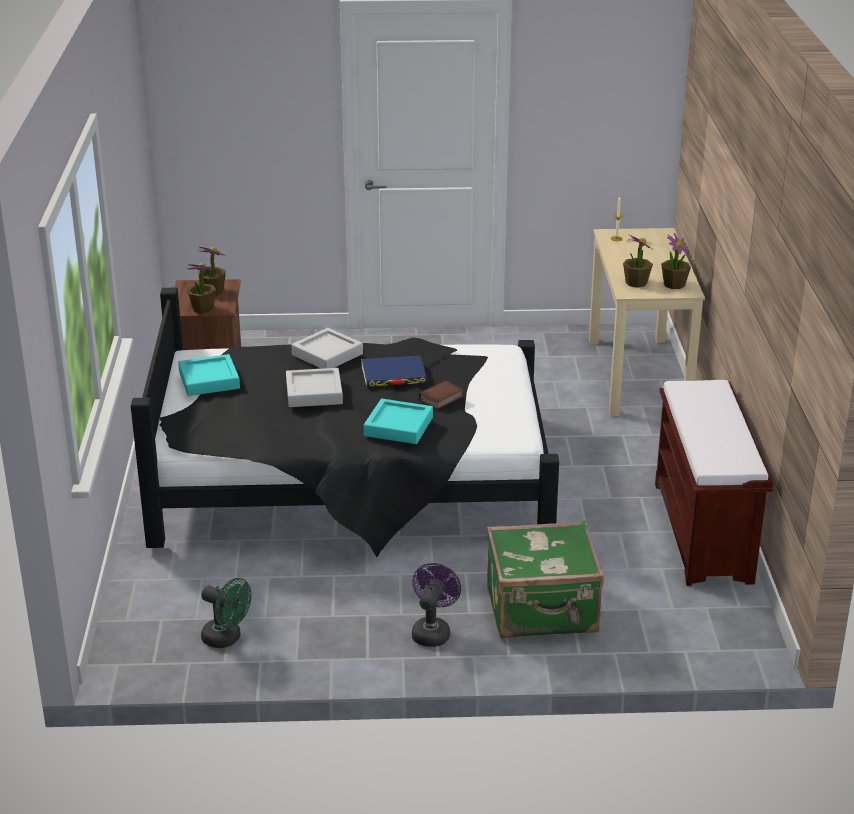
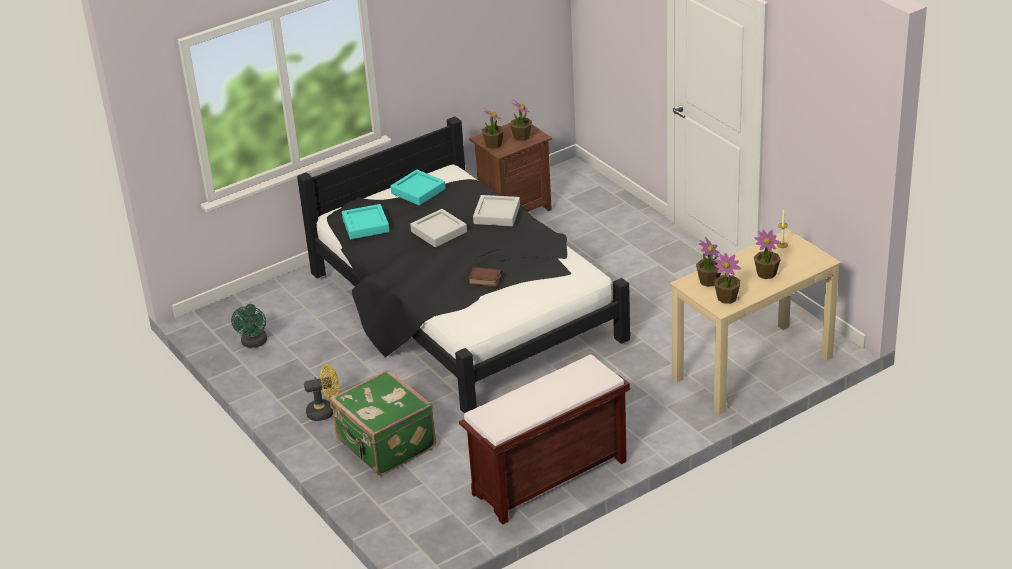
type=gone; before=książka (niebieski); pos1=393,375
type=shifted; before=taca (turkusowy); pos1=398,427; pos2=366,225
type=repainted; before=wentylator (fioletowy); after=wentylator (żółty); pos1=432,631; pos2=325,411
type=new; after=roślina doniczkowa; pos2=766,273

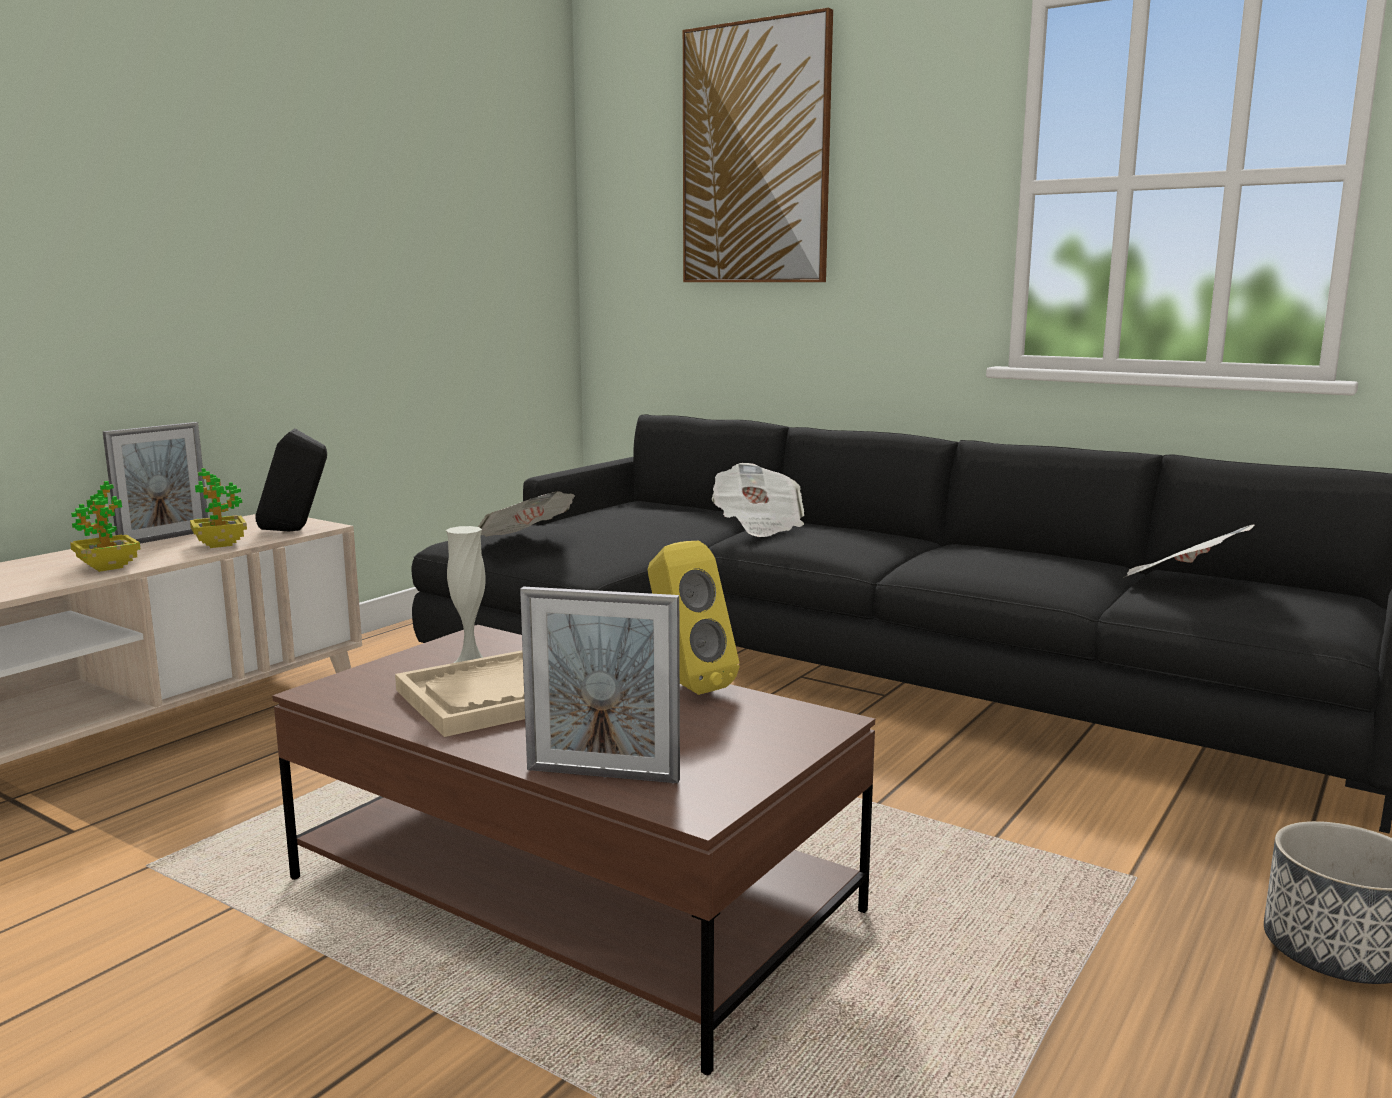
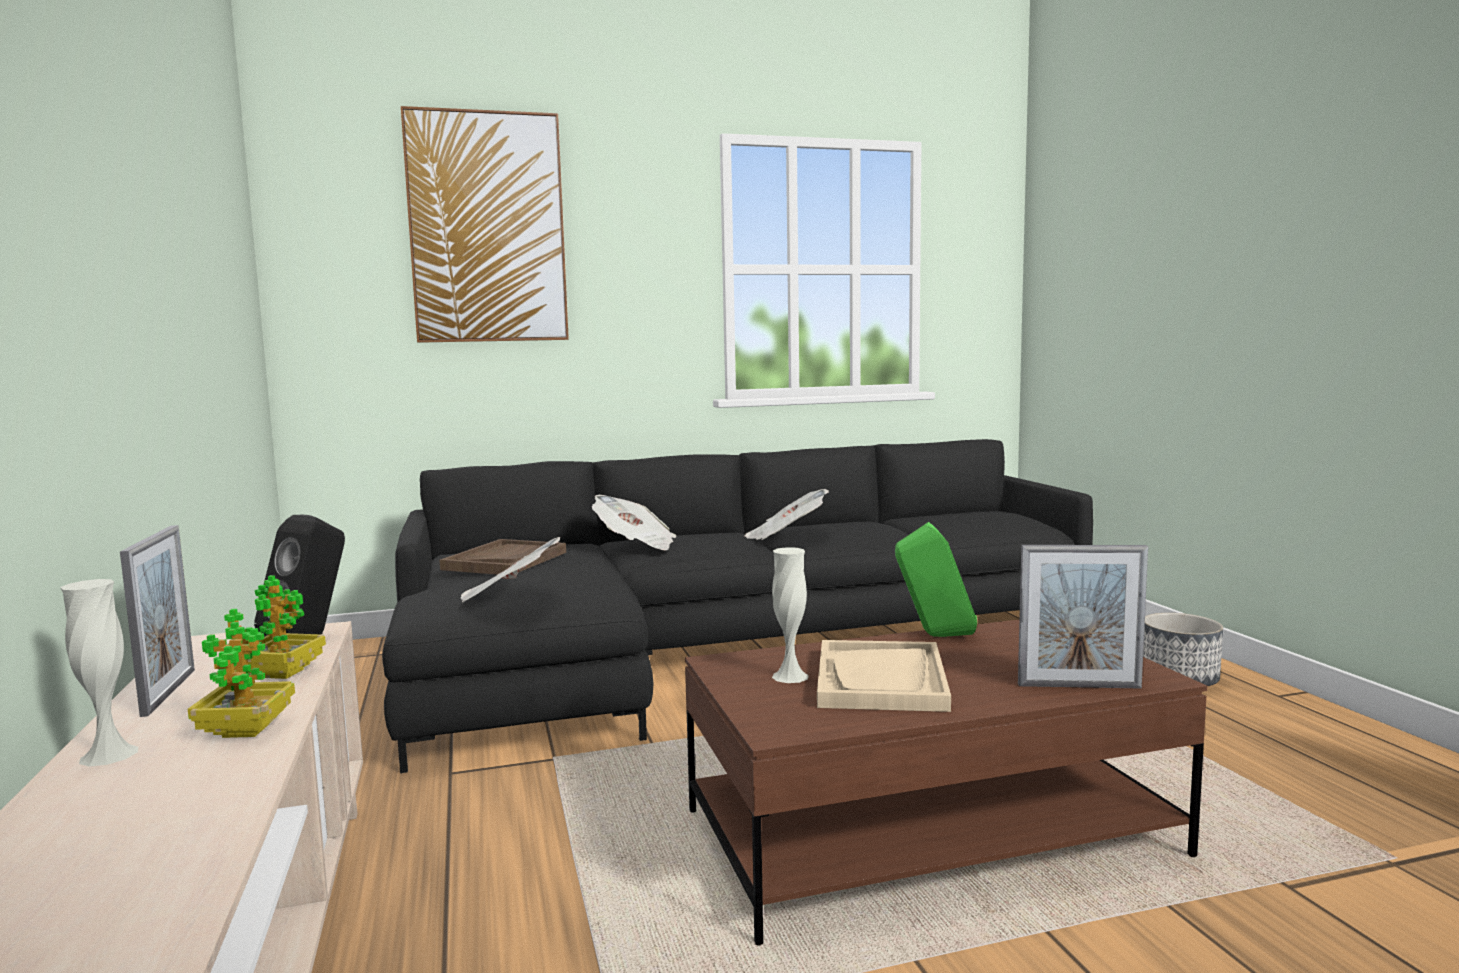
type=rotated; before=ramka na zdjęcie; pos1=602,775; pos2=1079,686; turn=45
type=repainted; before=głośnik (żółty); after=głośnik (zielony); pos1=686,685; pos2=935,636
type=shifted; before=gazeta; pos1=1179,584; pos2=785,537
type=new; after=wazon (biały); pos2=109,755
type=new; after=taca (brązowy); pos2=505,561

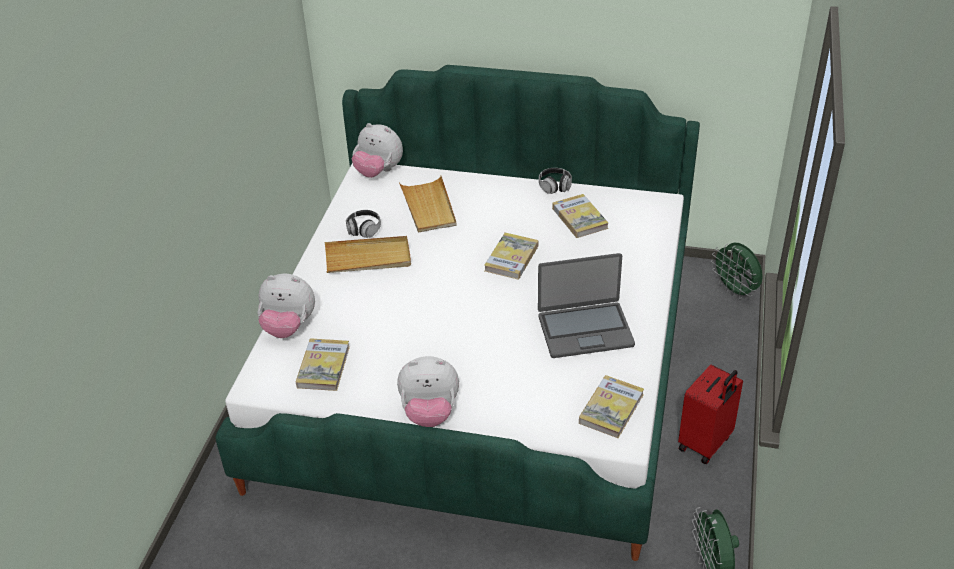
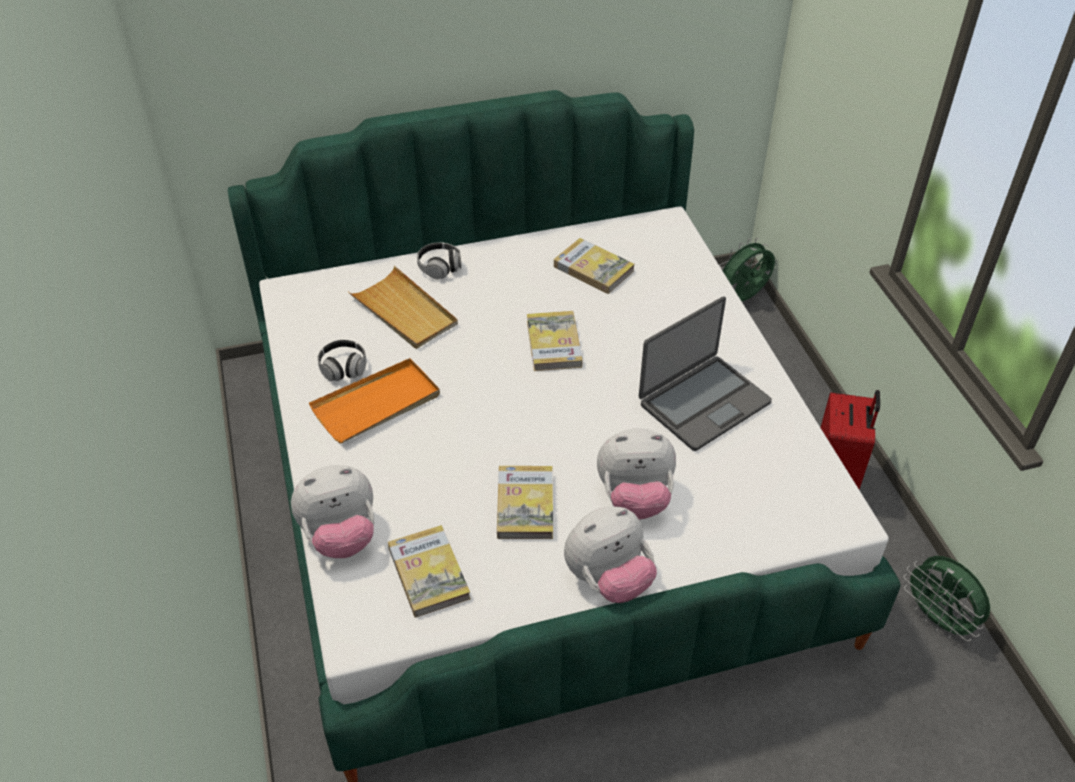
type=repainted; before=taca (beżowy); after=taca (pomarańczowy); pos1=368,258; pos2=377,404
type=shifted; before=pluszak; pos1=378,171; pos2=635,498
type=shifted; before=słuchawki; pos1=555,186; pos2=439,268
type=shifted; before=książka; pos1=611,409; pos2=525,505
type=rotated; before=wentylator (zielony); pos1=735,291; pos2=742,299; turn=120

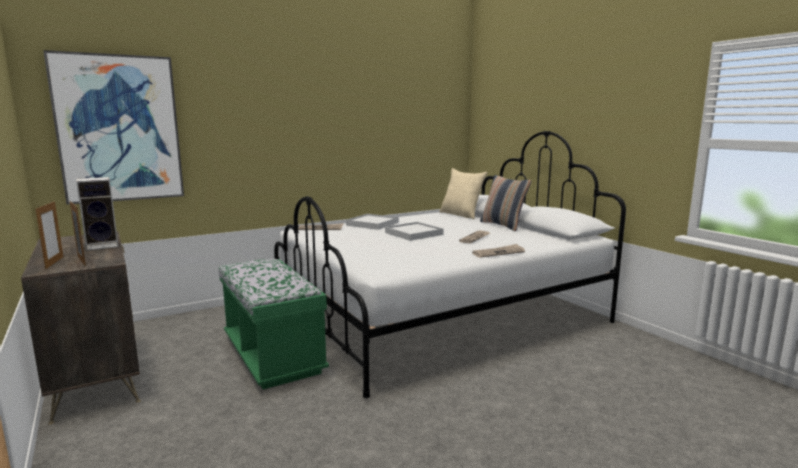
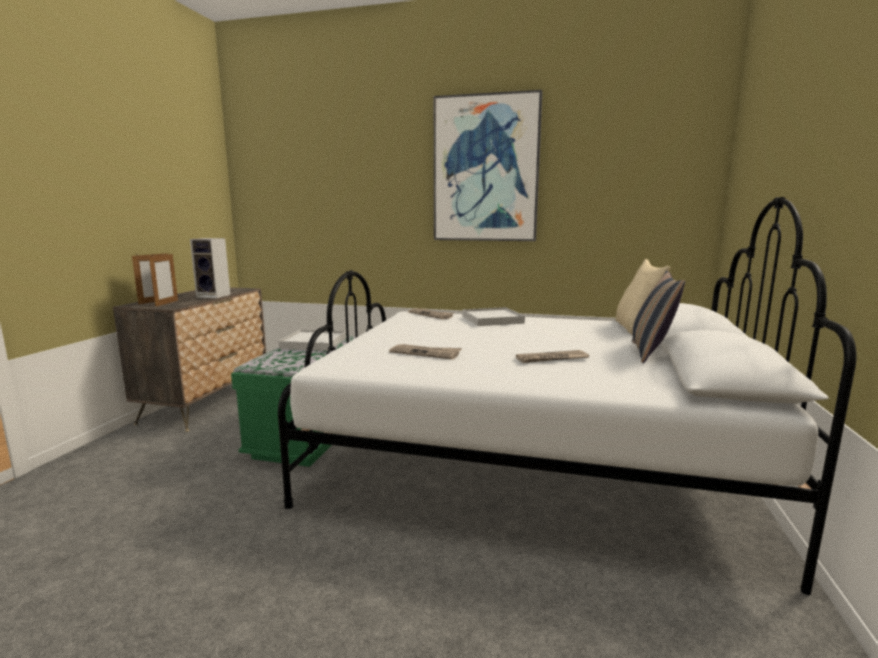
type=shifted; before=obraz; pos1=119,129; pos2=486,169
type=shifted; before=taca (biały); pos1=414,234; pos2=314,343
type=shifted; before=gazeta; pos1=498,253; pos2=426,353

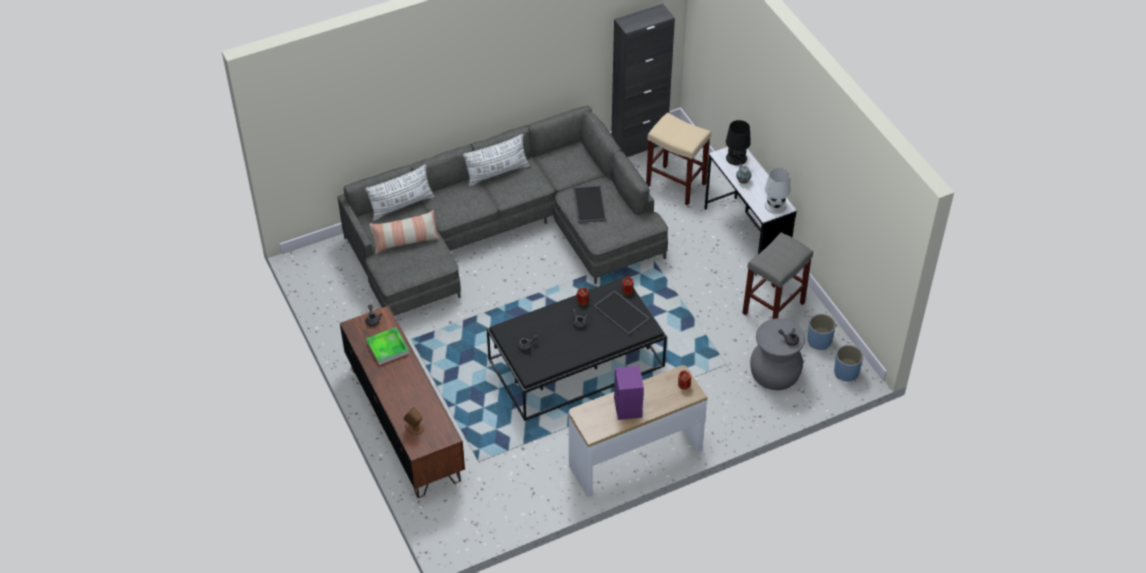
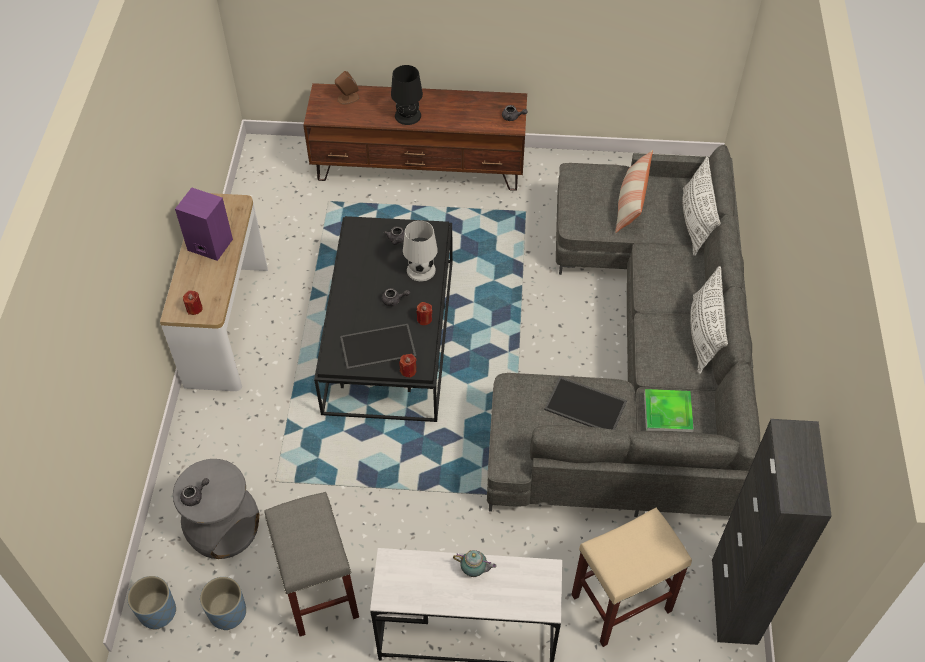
type=shifted; before=taca; pos1=387,348; pos2=667,413
type=shifted; before=lampa stołowa (czarny); pos1=736,158; pos2=407,115
type=shifted; before=lampa stołowa (biały); pos1=775,206; pos2=421,270

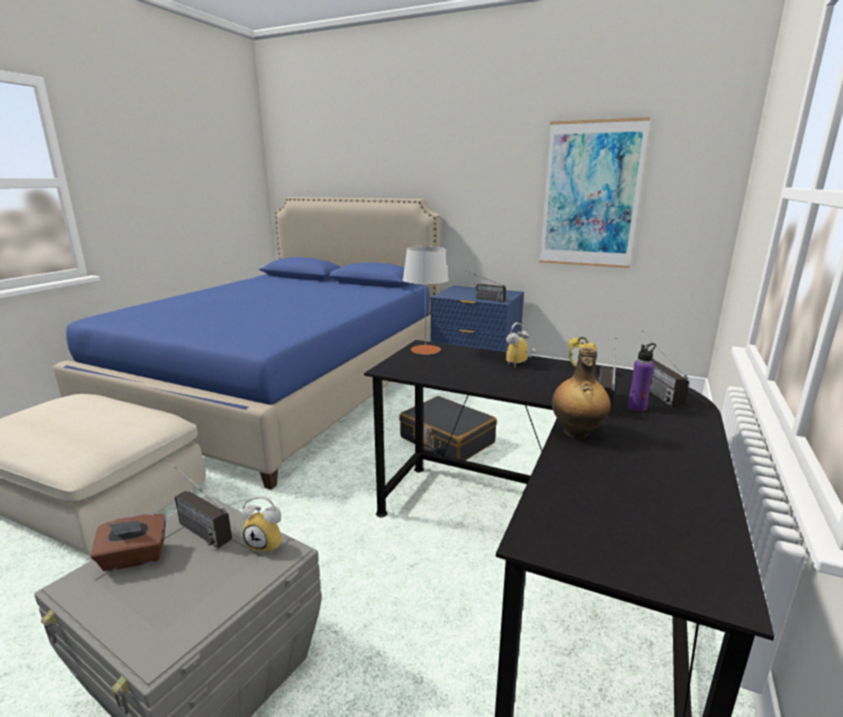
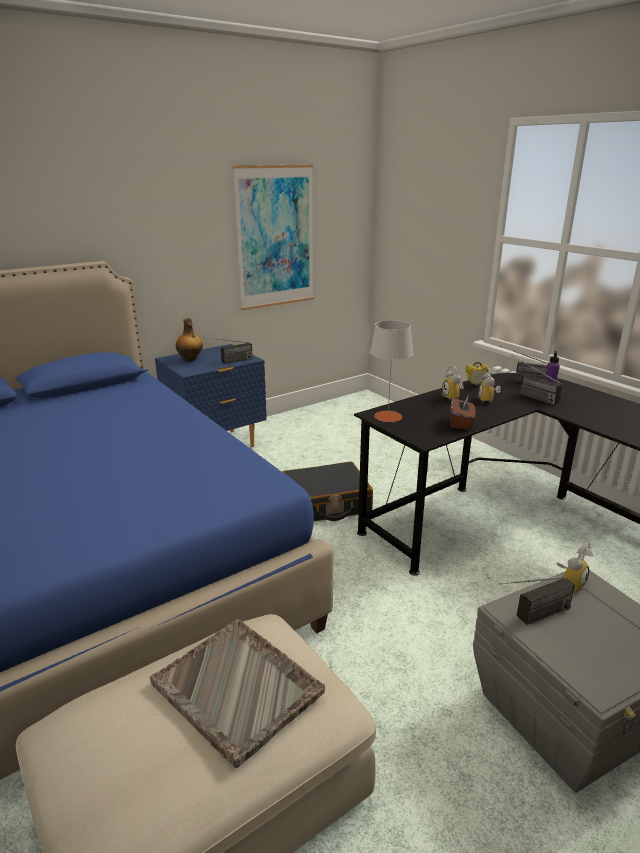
type=shifted; before=pudełko chusteczek (brązowy); pos1=134,558; pos2=461,423
type=shifted; before=butelka; pos1=576,432; pos2=190,360
type=new; after=taca (szary); pos2=238,689
type=new; after=budzik; pos2=488,401

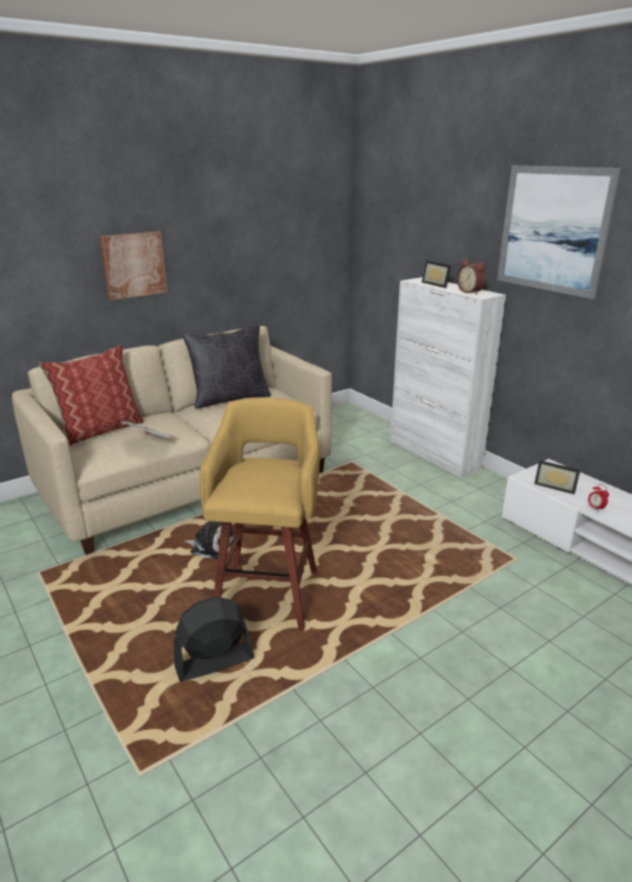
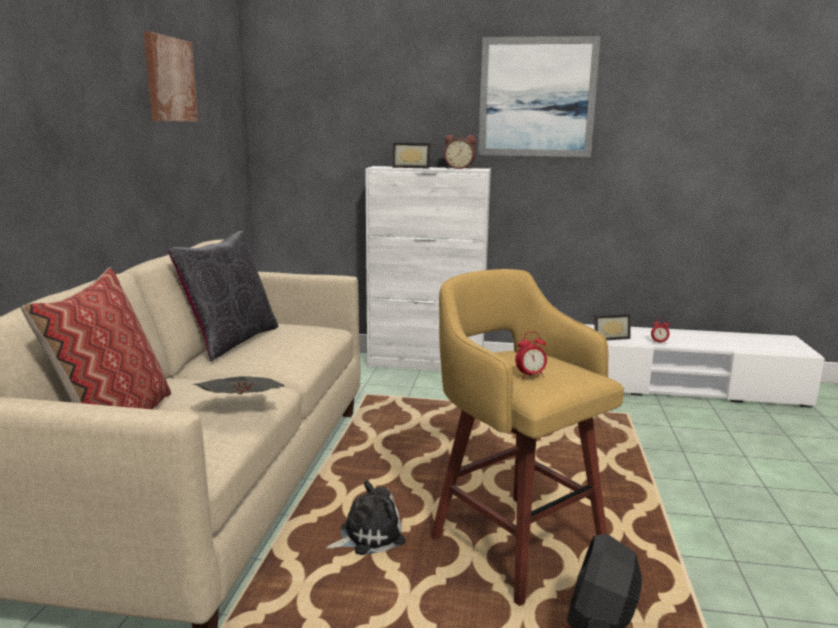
type=shifted; before=obraz; pos1=133,265; pos2=169,79
type=new; after=budzik; pos2=530,376

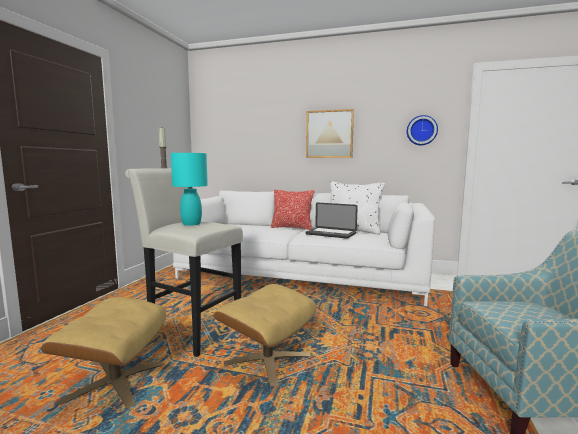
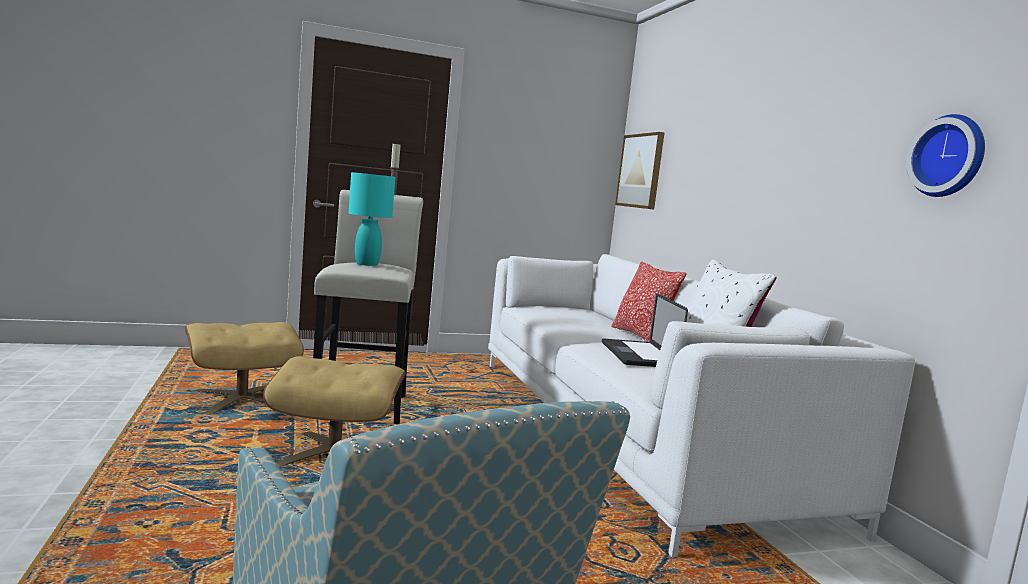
type=shifted; before=obraz; pos1=329,134; pos2=640,171

